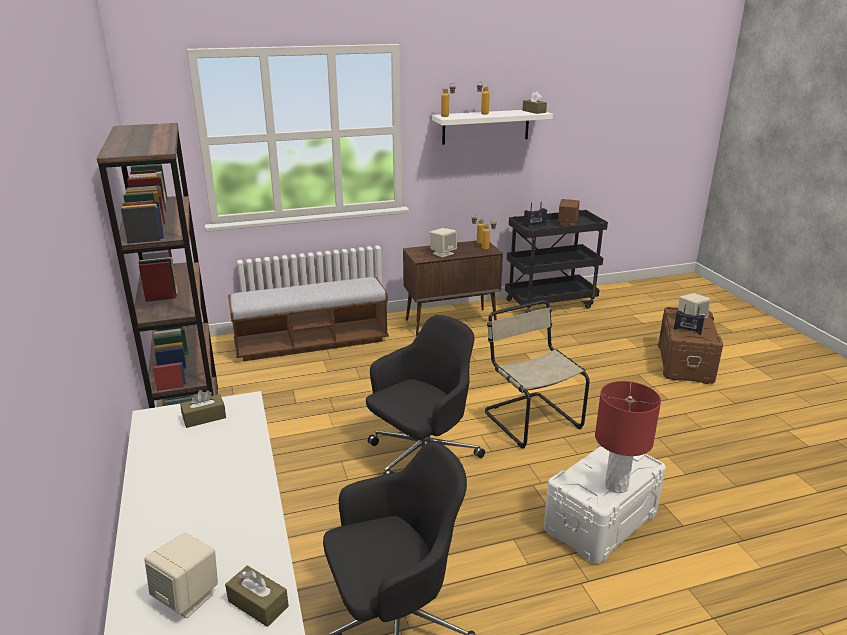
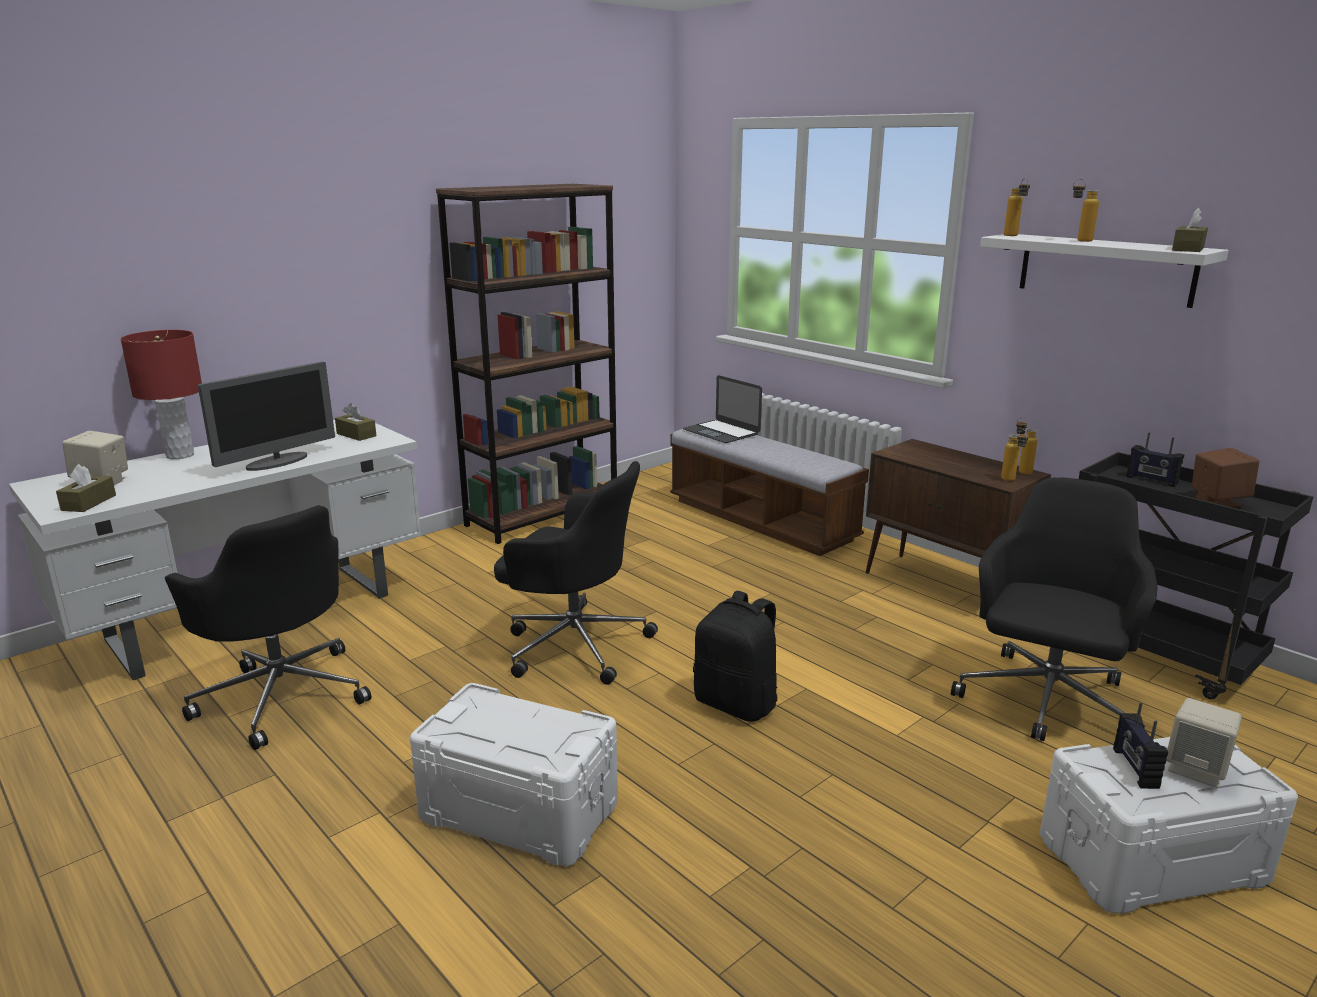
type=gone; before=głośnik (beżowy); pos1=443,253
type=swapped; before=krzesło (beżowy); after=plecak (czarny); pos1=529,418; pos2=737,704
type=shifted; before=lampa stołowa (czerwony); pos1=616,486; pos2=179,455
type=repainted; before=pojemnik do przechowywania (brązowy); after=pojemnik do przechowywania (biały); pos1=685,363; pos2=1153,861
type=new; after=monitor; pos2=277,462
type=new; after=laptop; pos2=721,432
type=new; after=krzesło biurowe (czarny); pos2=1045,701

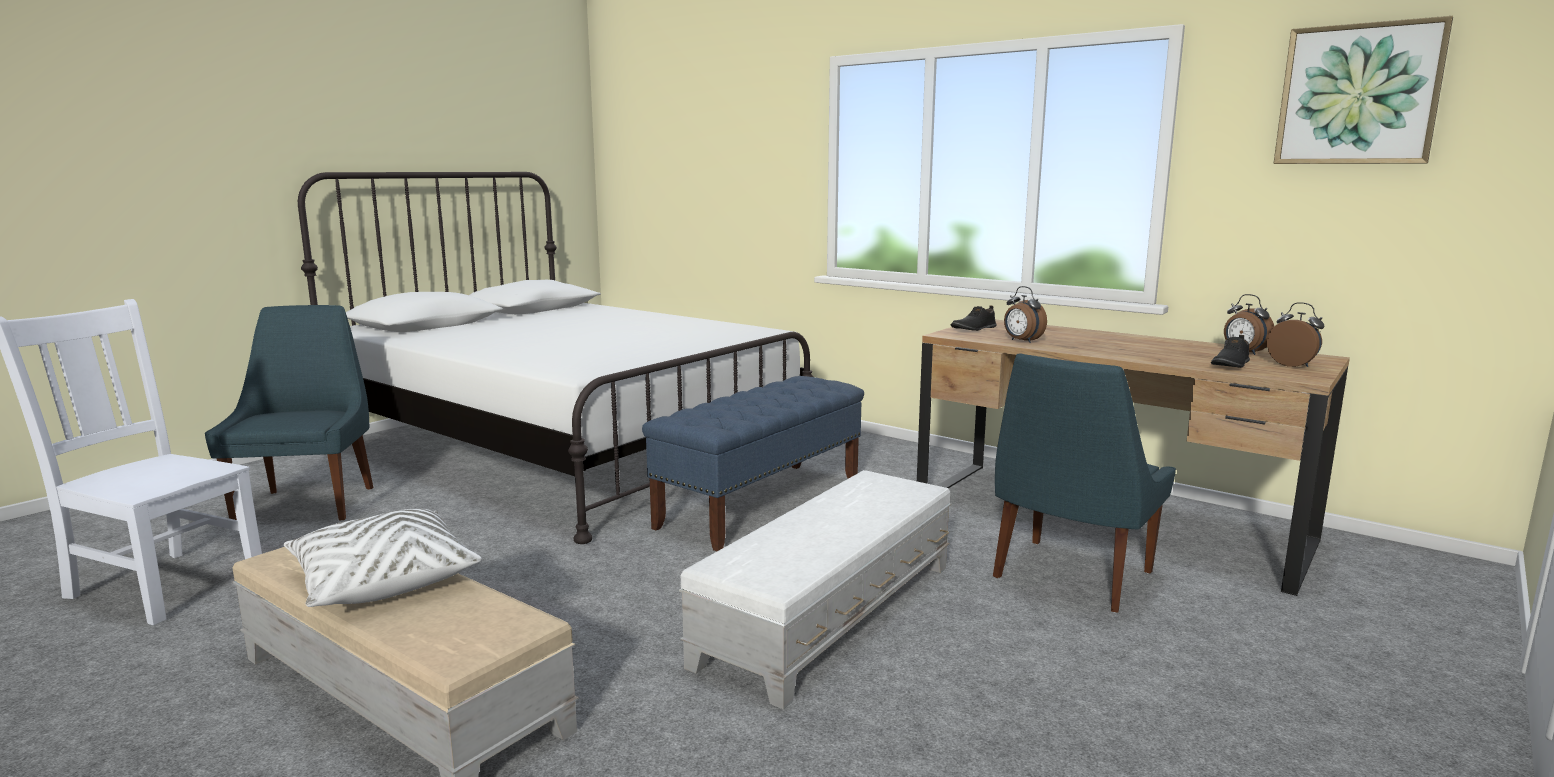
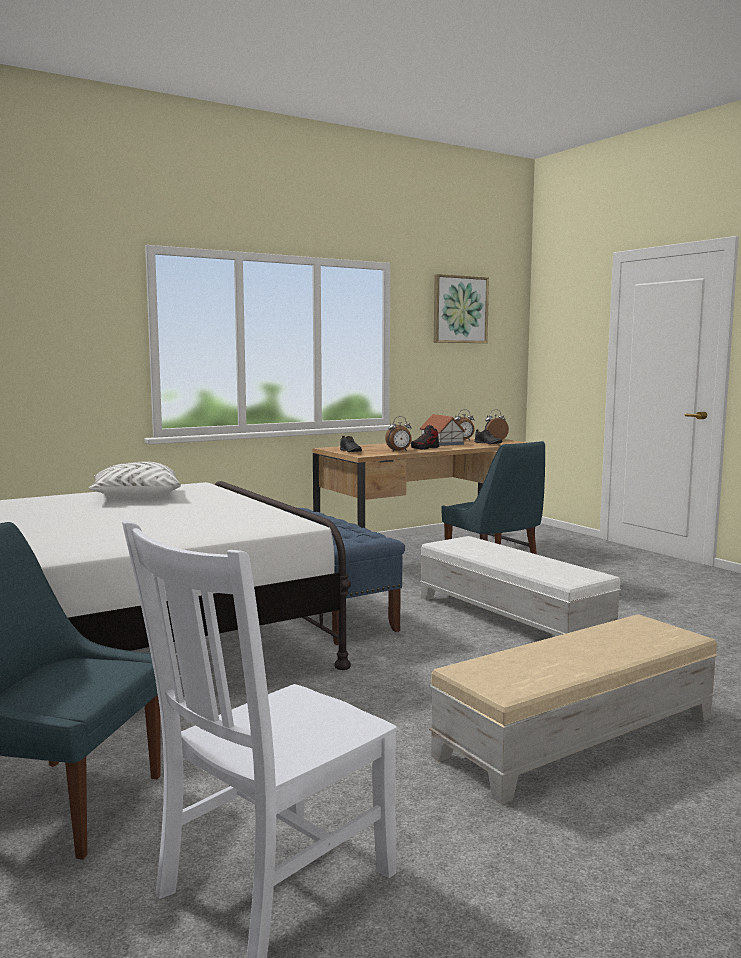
type=shifted; before=poduszka (biały); pos1=382,580; pos2=136,496
type=new; after=but; pos2=425,448
type=new; after=domek; pos2=441,443

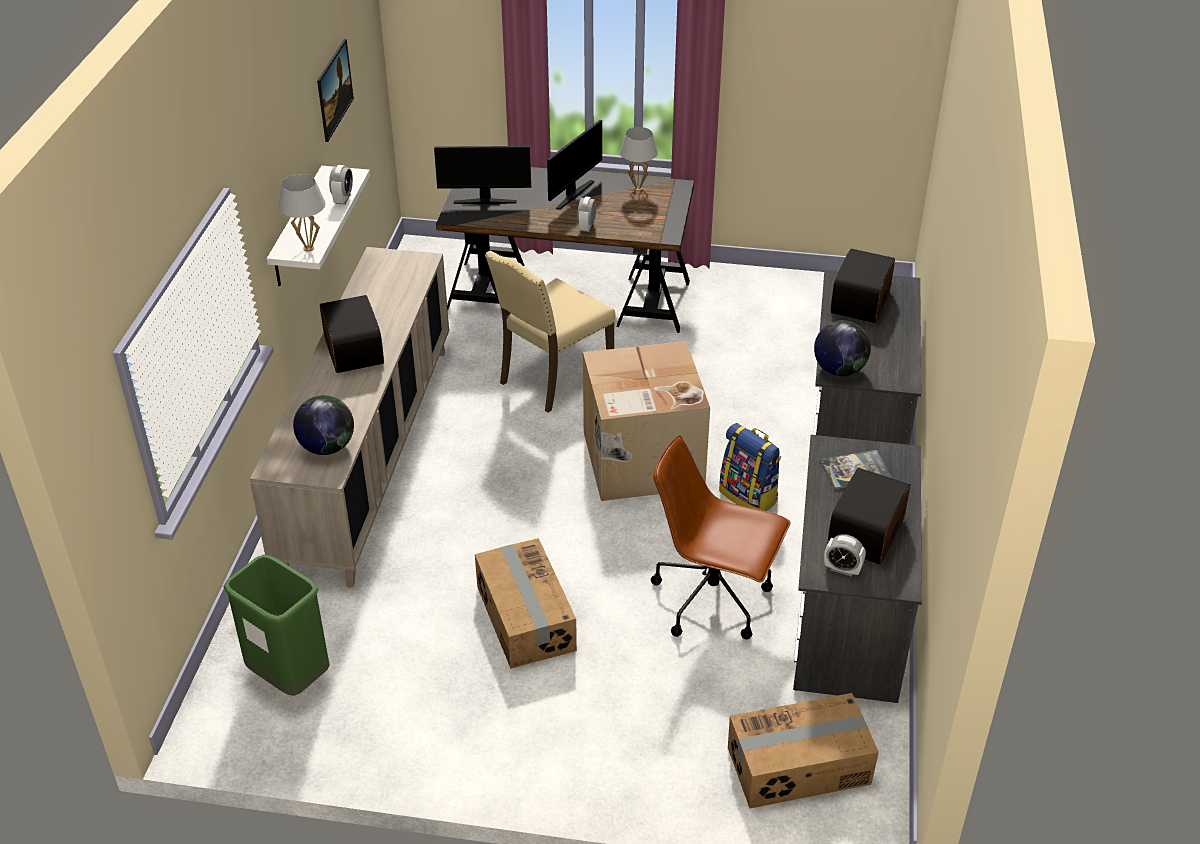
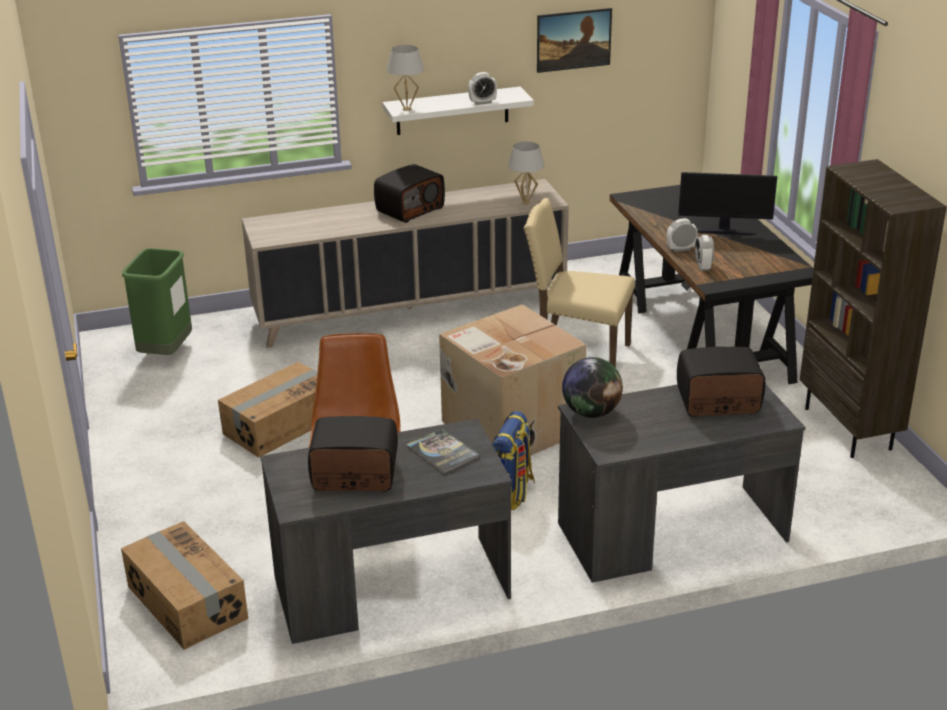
type=gone; before=globus; pos1=327,447
type=gone; before=monitor; pos1=485,201
type=shifted; before=lampa stołowa (biały); pos1=637,188; pos2=526,202
type=shifted; before=budzik; pos1=842,569; pos2=703,266
type=new; after=regał (brązowy); pos2=849,429

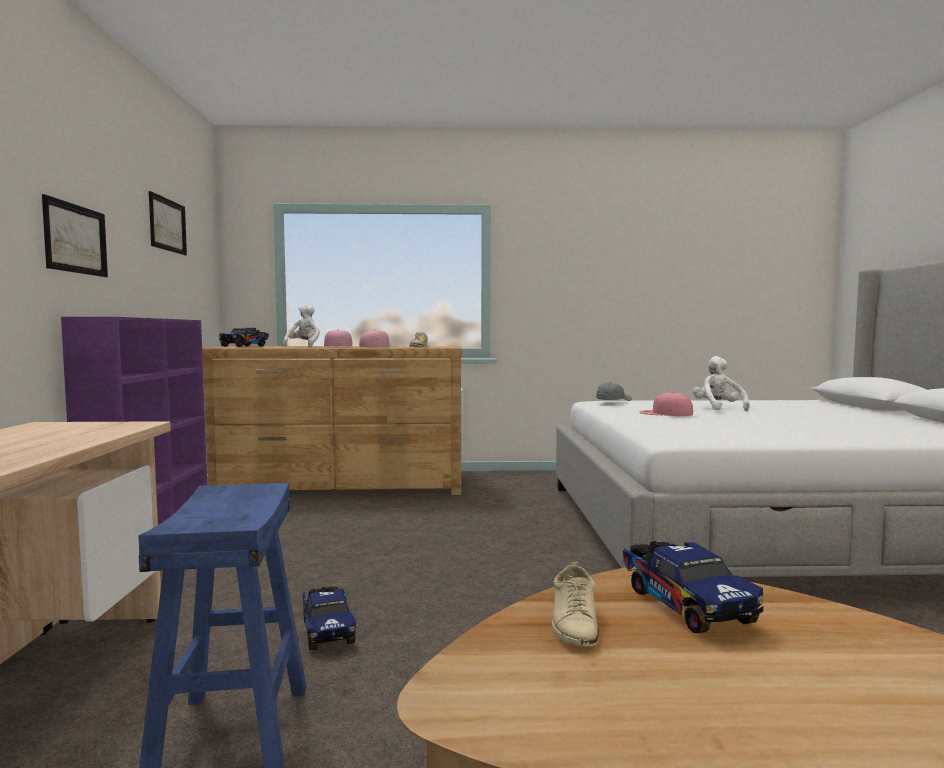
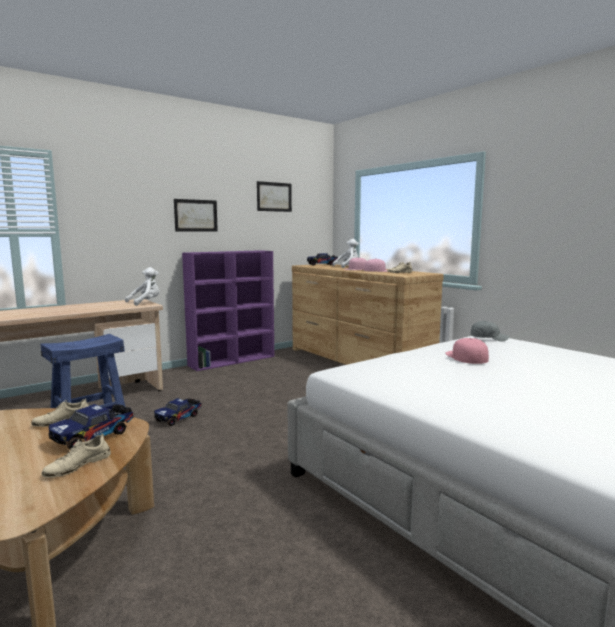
type=shifted; before=pluszak (biały); pos1=718,408; pos2=146,303
type=new; after=but (beżowy); pos2=77,465

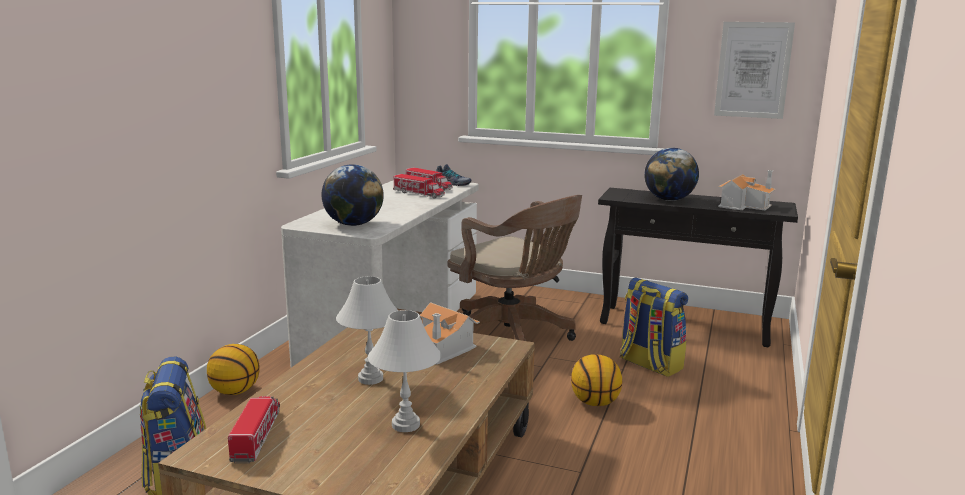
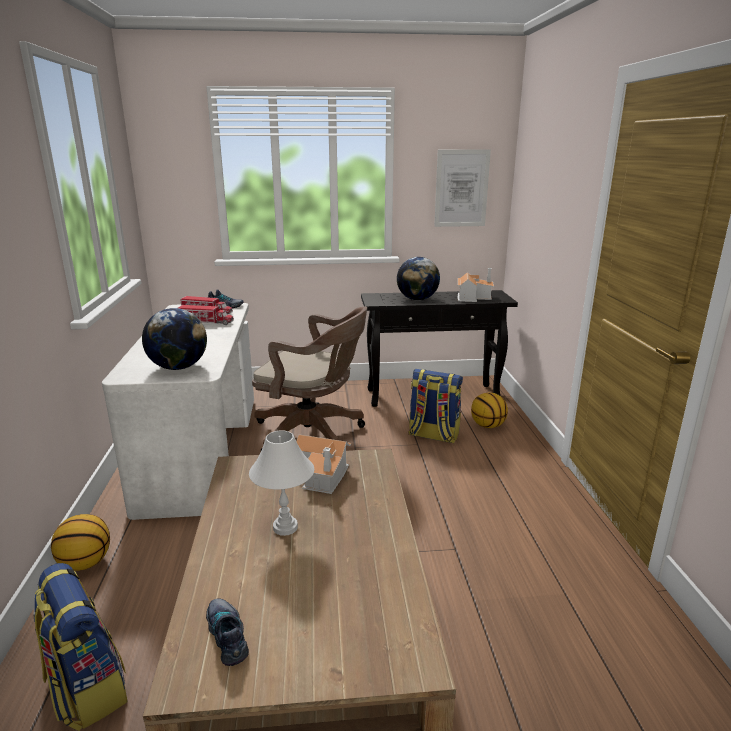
type=swapped; before=ciężarówka zabawkowa; after=but; pos1=257,435; pos2=228,635
type=gone; before=lampa stołowa (biały); pos1=406,424
type=shifted; before=piłka do koszykówki; pos1=594,403; pos2=487,426

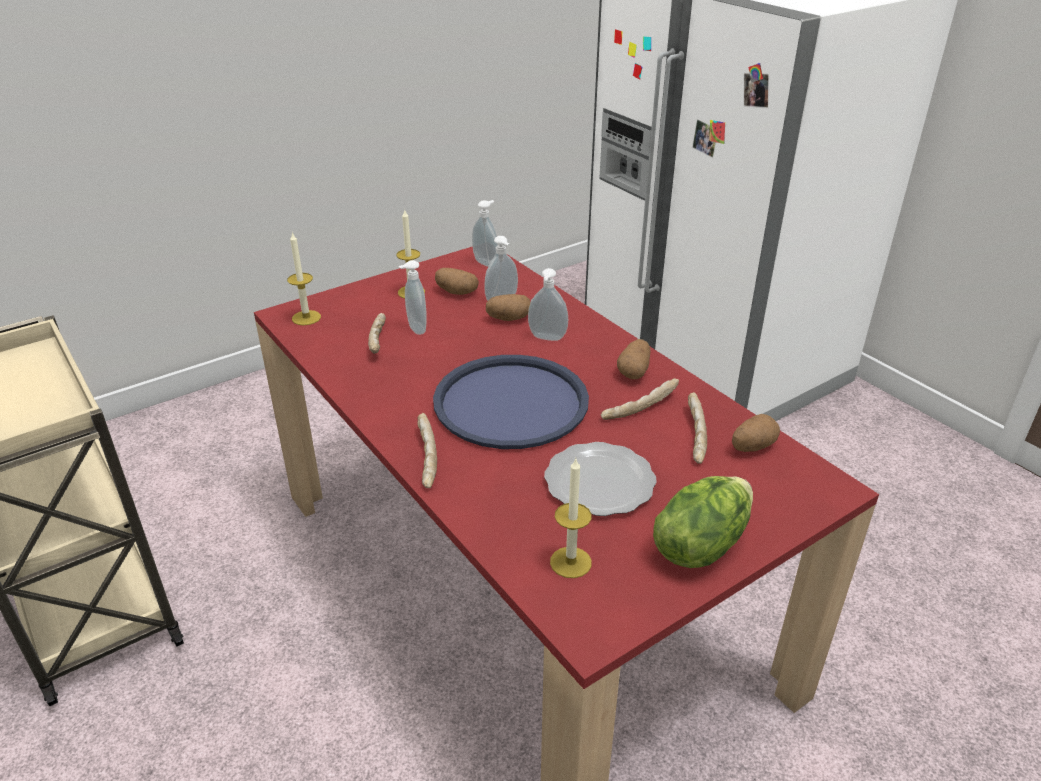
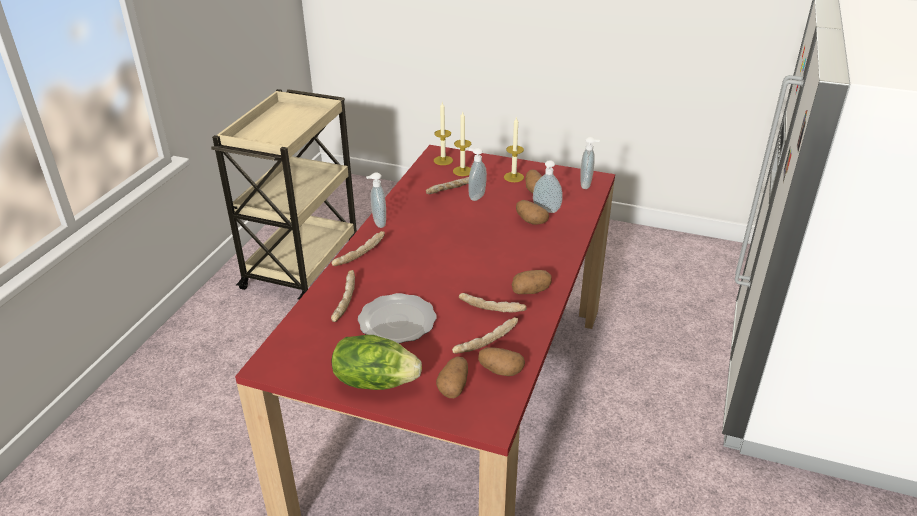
type=gone; before=taca (niebieski); pos1=510,402
type=shifted; before=dozownik mydła; pos1=547,338; pos2=378,223
type=shifted; before=świeca; pos1=570,562; pos2=462,171
type=new; after=chleb; pos2=343,301
type=new; after=ziemniak; pos2=454,386

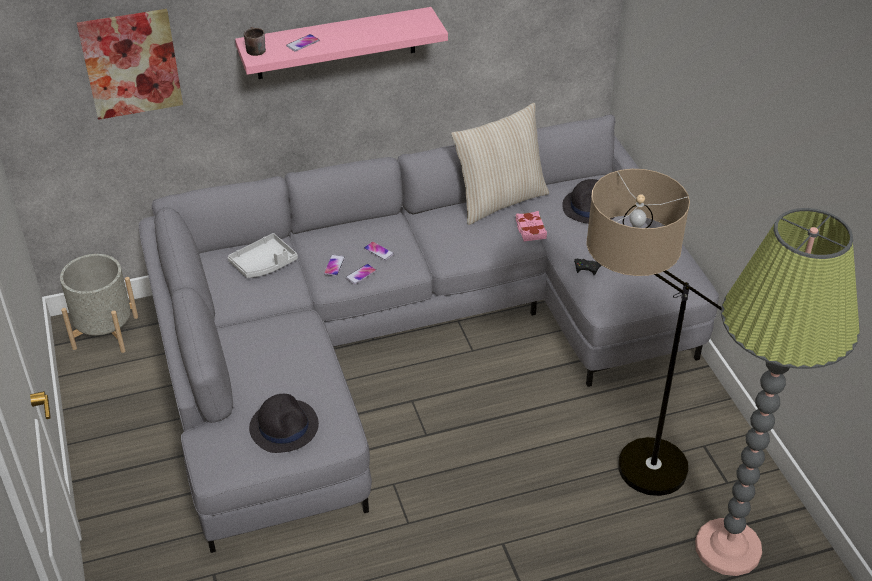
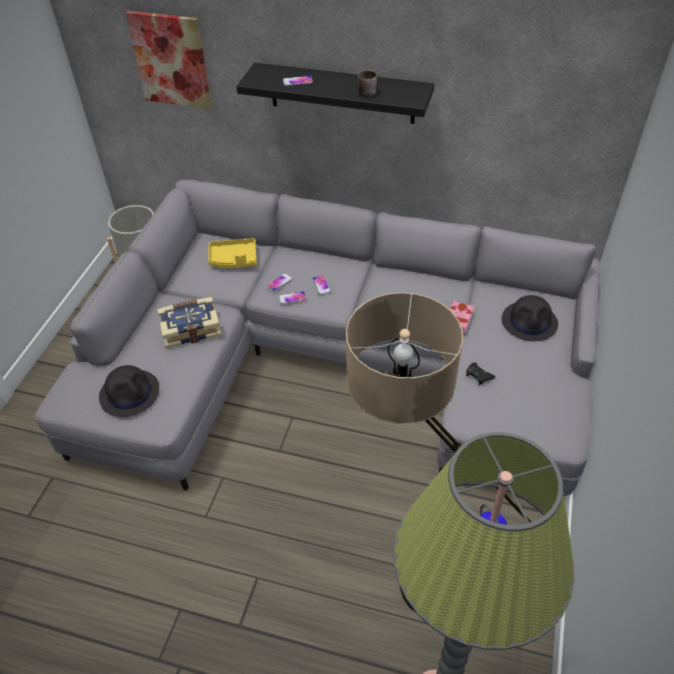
type=repainted; before=taca (szary); after=taca (żółty); pos1=264,264; pos2=233,259
type=repainted; before=półka (różowy); after=półka (czarny); pos1=336,43; pos2=342,93
type=shifted; before=kubek (brązowy); pos1=254,49; pos2=367,91
type=gone; before=poduszka (beżowy); pos1=499,200
type=new; after=książka; pos2=191,328

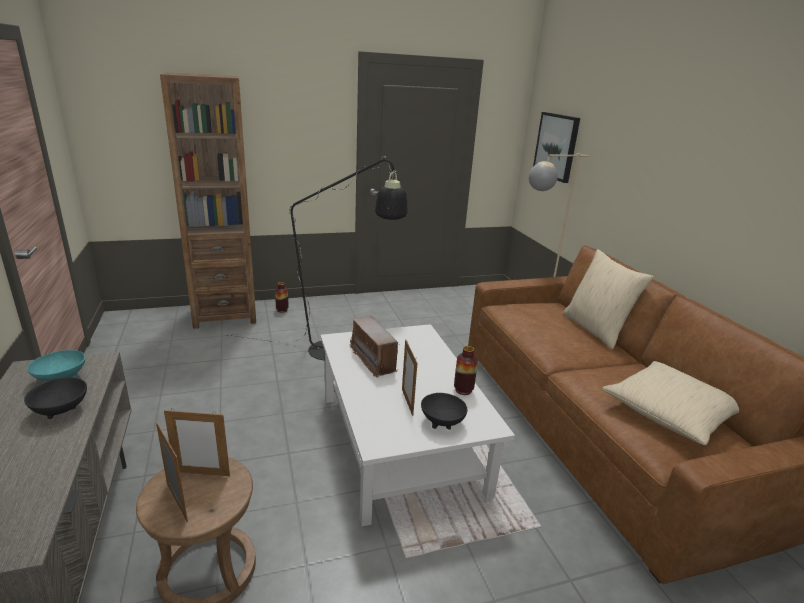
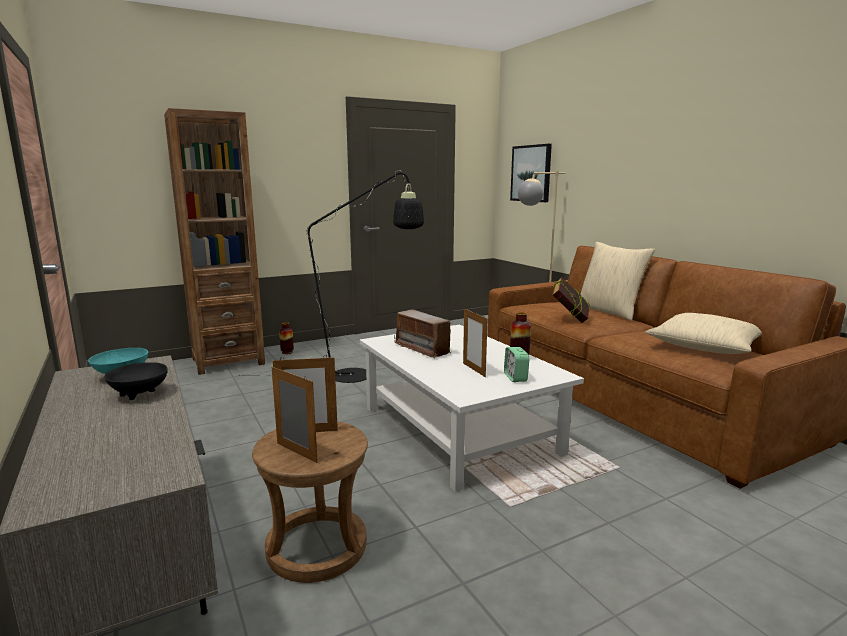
type=swapped; before=miska (czarny); after=budzik; pos1=443,422; pos2=515,377
type=new; after=książka; pos2=569,319

